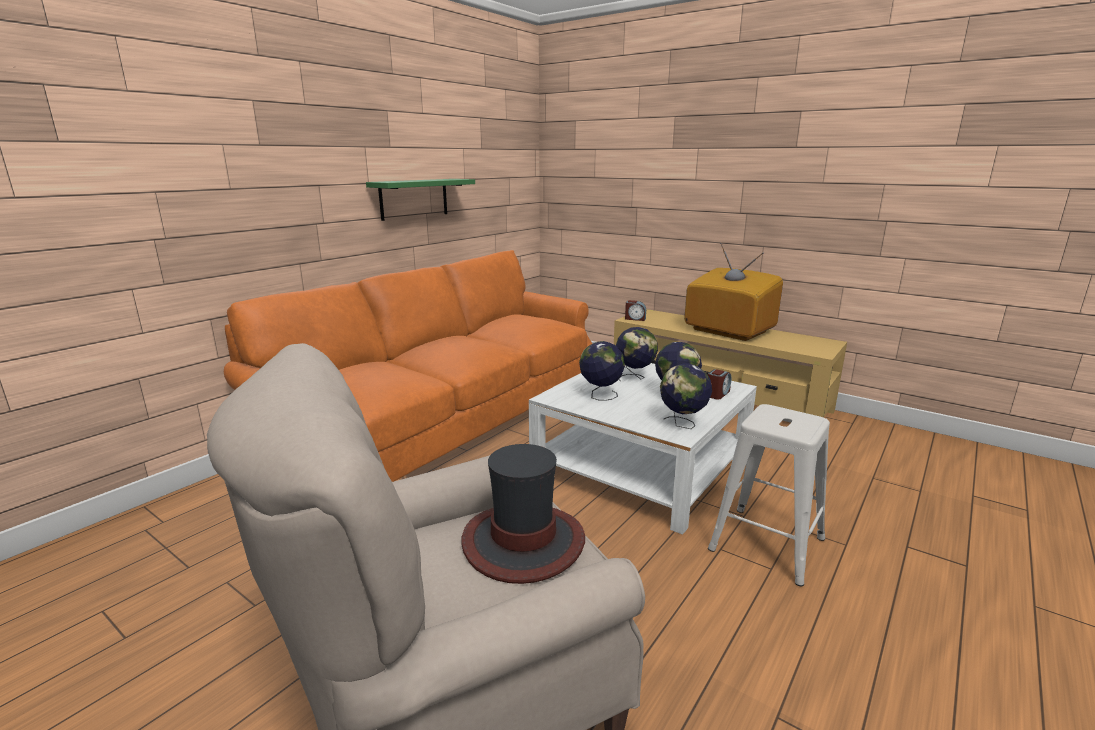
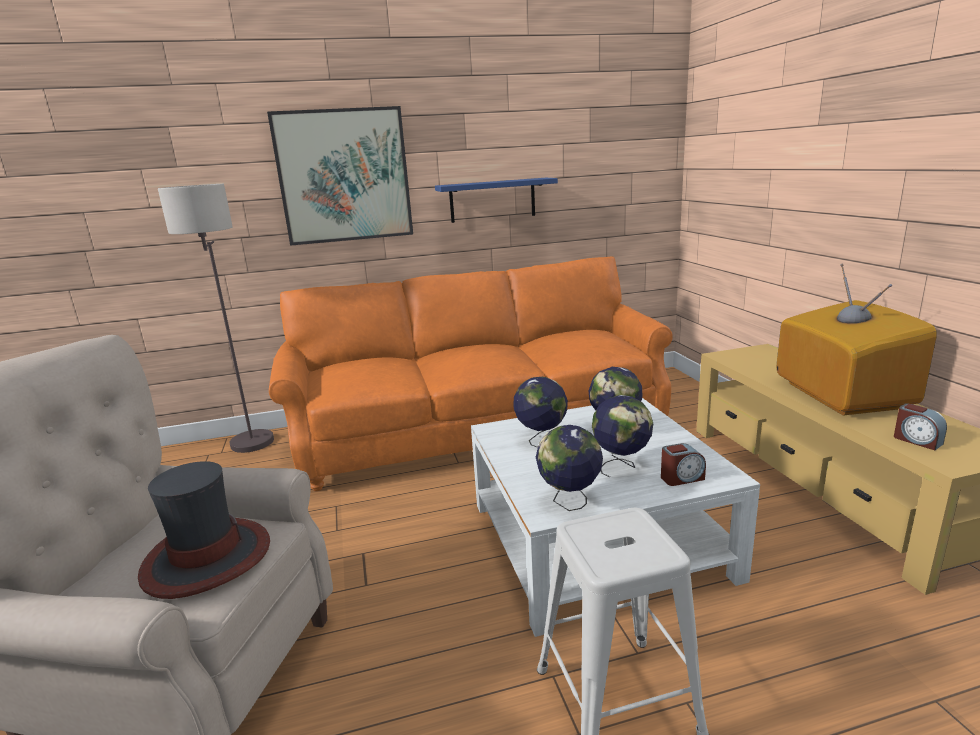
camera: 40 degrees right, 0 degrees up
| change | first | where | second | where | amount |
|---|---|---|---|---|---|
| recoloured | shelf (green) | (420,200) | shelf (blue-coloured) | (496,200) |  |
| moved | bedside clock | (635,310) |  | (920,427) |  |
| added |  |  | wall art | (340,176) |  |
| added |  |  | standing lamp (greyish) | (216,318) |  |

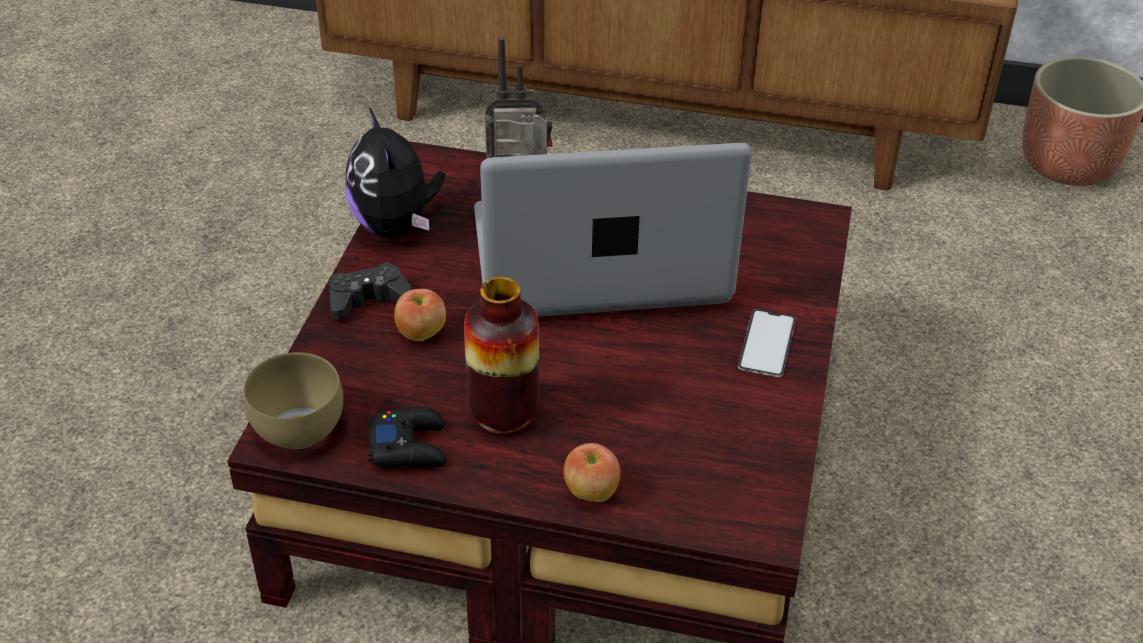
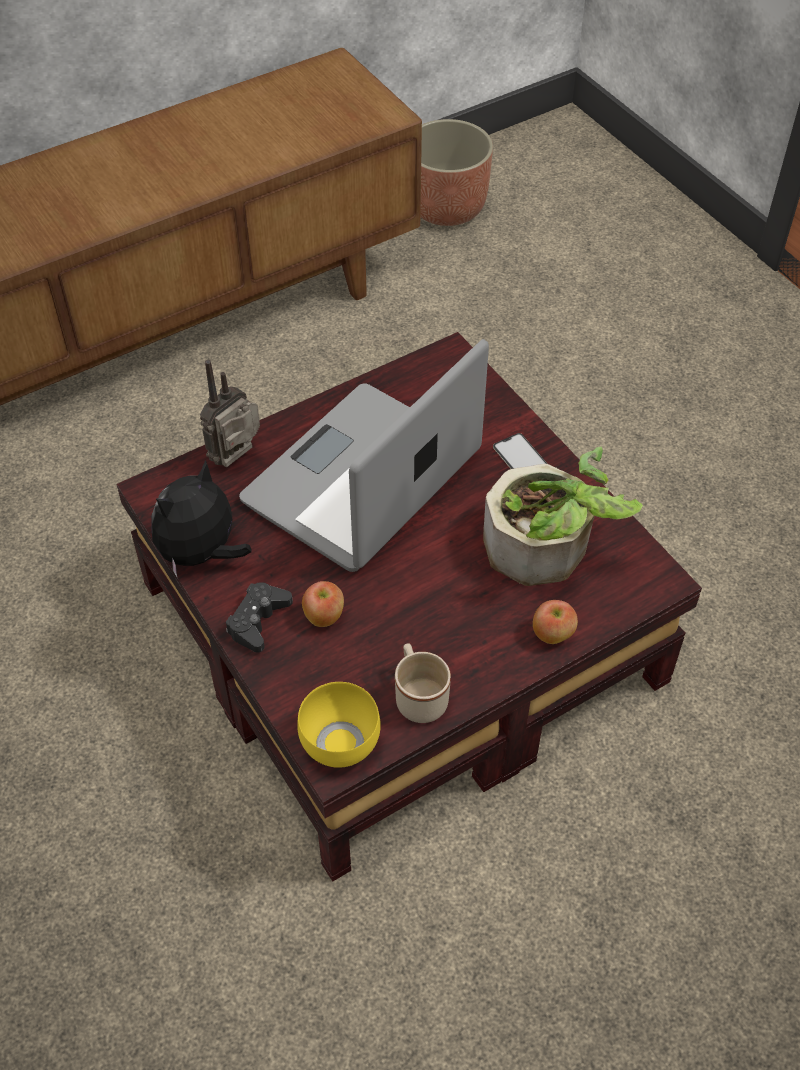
camera: 45 degrees left, 10 degrees up
| change | first | where | second | where | amount |
|---|---|---|---|---|---|
| turned | soft toy | (395,172) |  | (201,518) | 105 degrees clockwise |
| removed | flower vase | (501,357) |  |  |  |
| recoloured | bowl (brown-coloured) | (293,400) | bowl (yellowish) | (339,725) |  |
| replaced | joypad (blackish) | (407,437) | mug (sand-coloured) | (423,683) |  |
| added |  |  | plant in a pot | (563,516) |  |

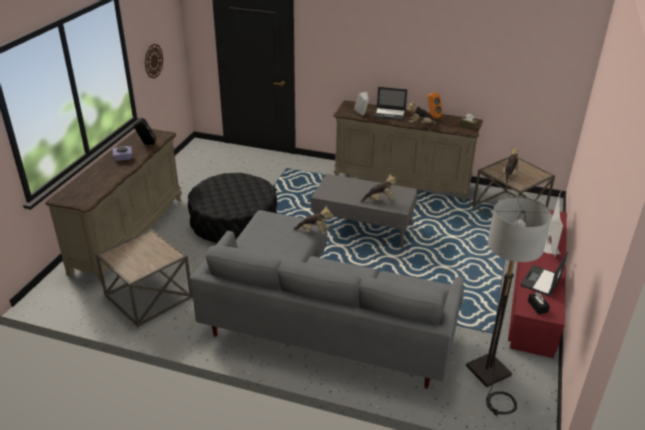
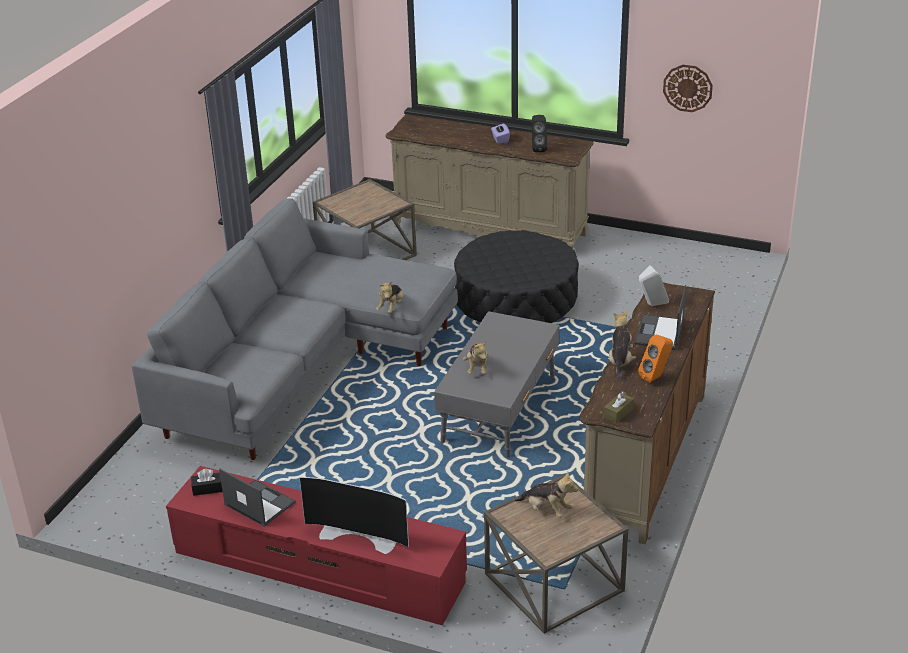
camera: 95 degrees right, 0 degrees up
| change | first | where | second | where | amount |
|---|---|---|---|---|---|
| removed | standing lamp | (509,306) |  |  |  |

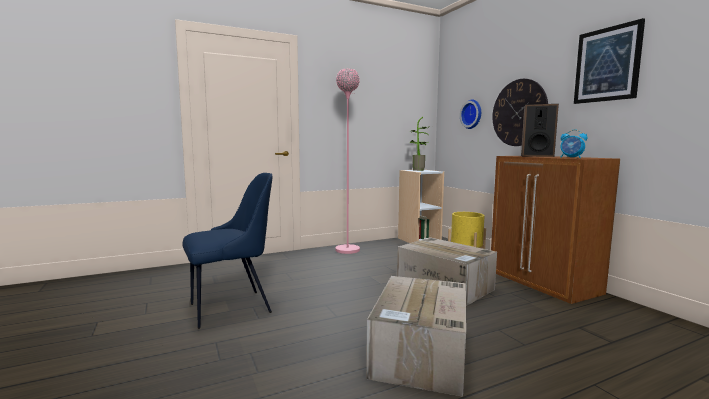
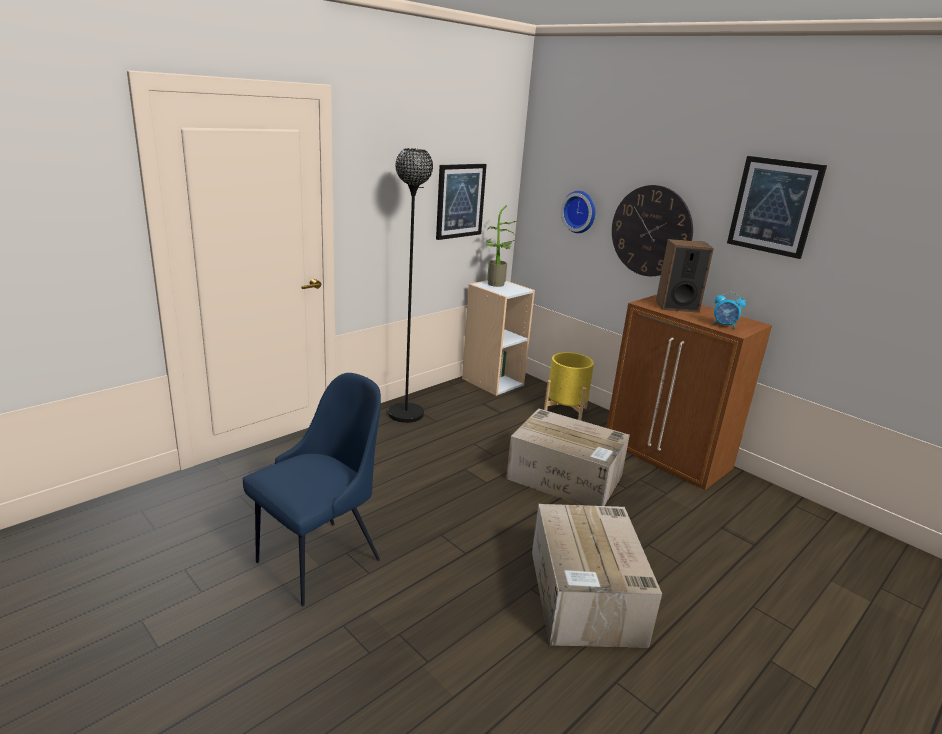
camera: 20 degrees left, 15 degrees up
| change | first | where | second | where | amount |
|---|---|---|---|---|---|
| recoloured | standing lamp (pink-coloured) | (347,161) | standing lamp (blackish) | (410,285) |  |
| added |  |  | wall art | (461,202) |  |

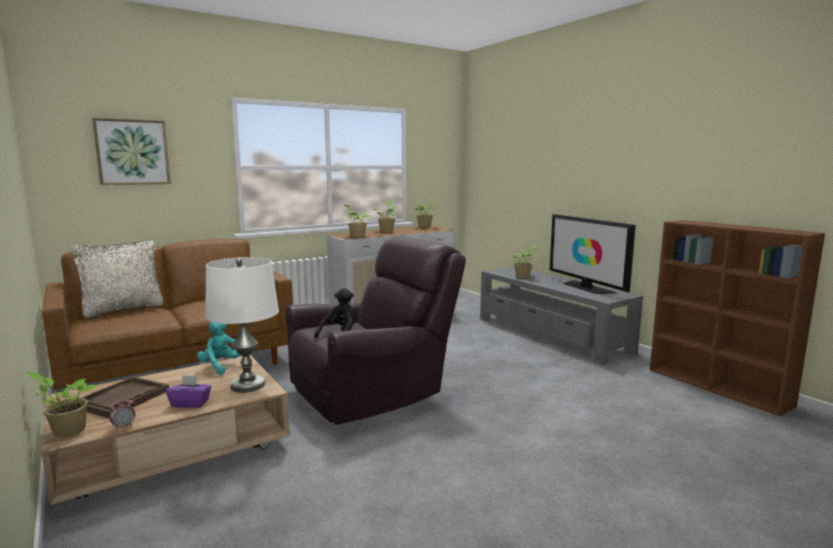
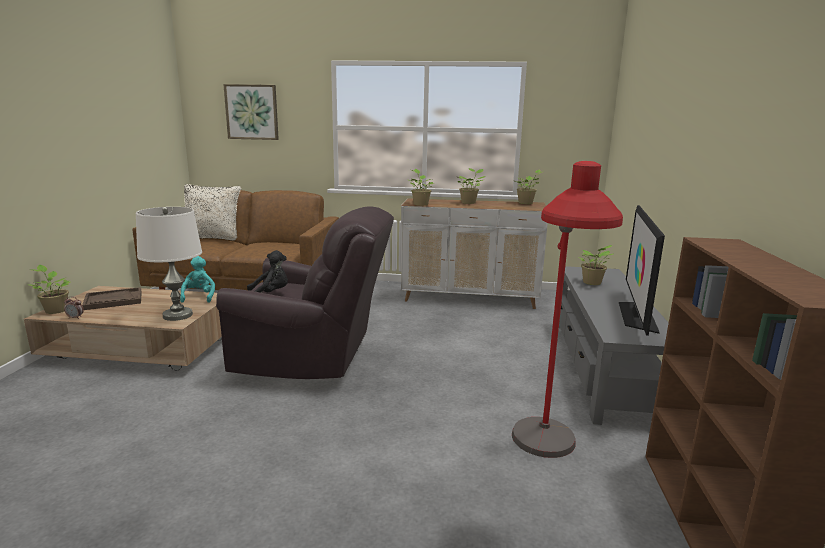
camera: 40 degrees right, 5 degrees up
| change | first | where | second | where | amount |
|---|---|---|---|---|---|
| removed | tissue holder (purplish) | (188,391) |  |  |  |
| added |  |  | standing lamp (reddish) | (567,309) |  |

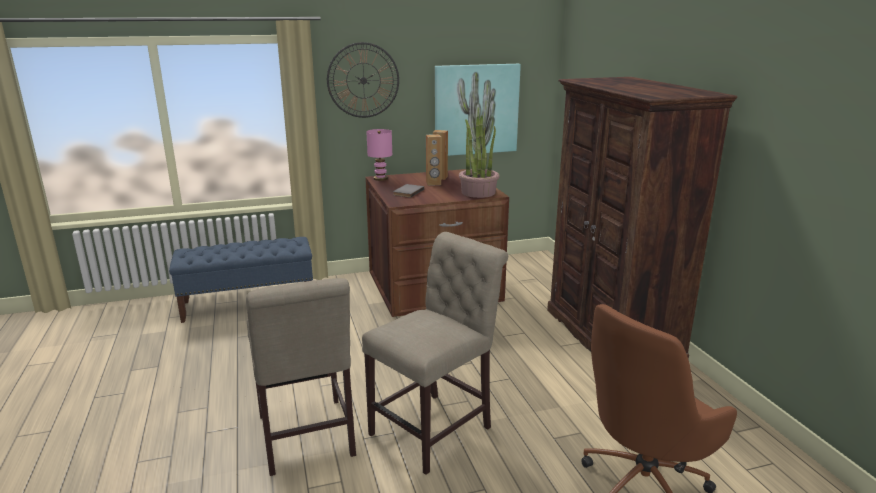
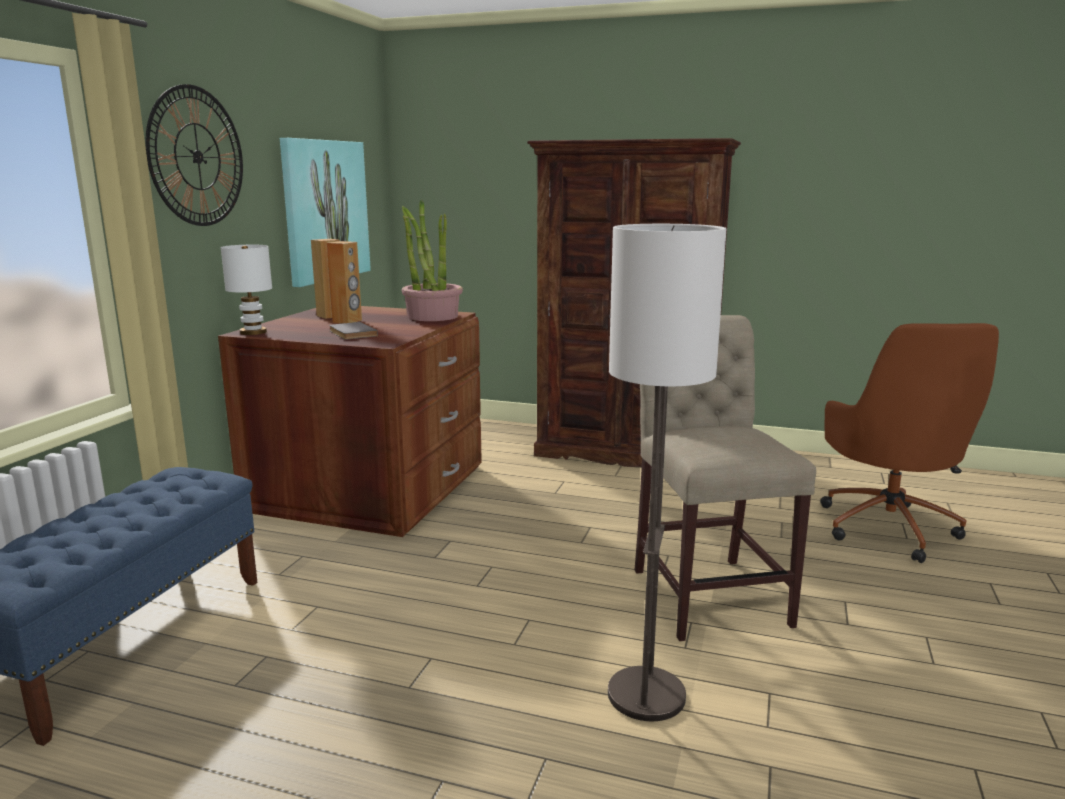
camera: 55 degrees left, 5 degrees down
| change | first | where | second | where | amount |
|---|---|---|---|---|---|
| recoloured | tabletop lamp (pink-coloured) | (379,155) | tabletop lamp (white-coloured) | (246,290) |  |
| replaced | plain chair (sand-coloured) | (301,377) | standing lamp | (667,472) |  |

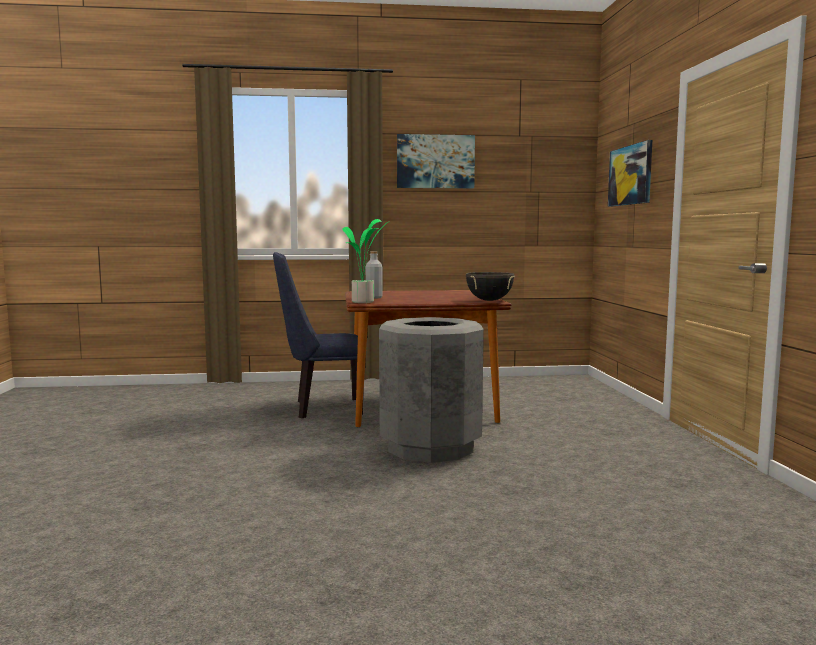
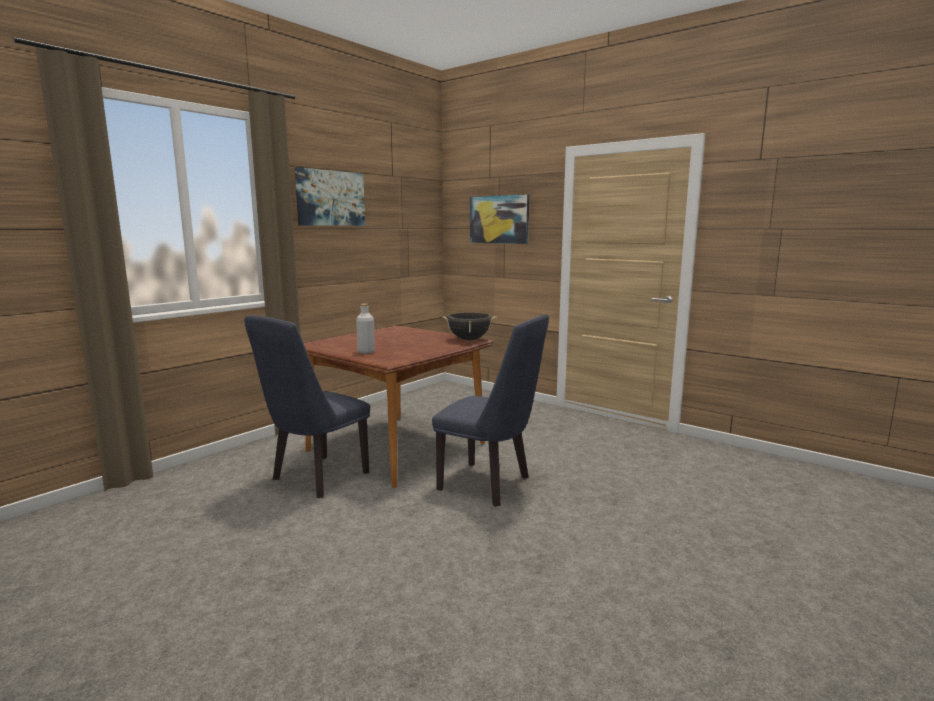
camera: 45 degrees left, 5 degrees up
| change | first | where | second | where | amount |
|---|---|---|---|---|---|
| removed | plant in a pot | (365,261) |  |  |  |
| replaced | waste bin (greyish) | (431,390) | plain chair (blue-coloured) | (490,410) |  |

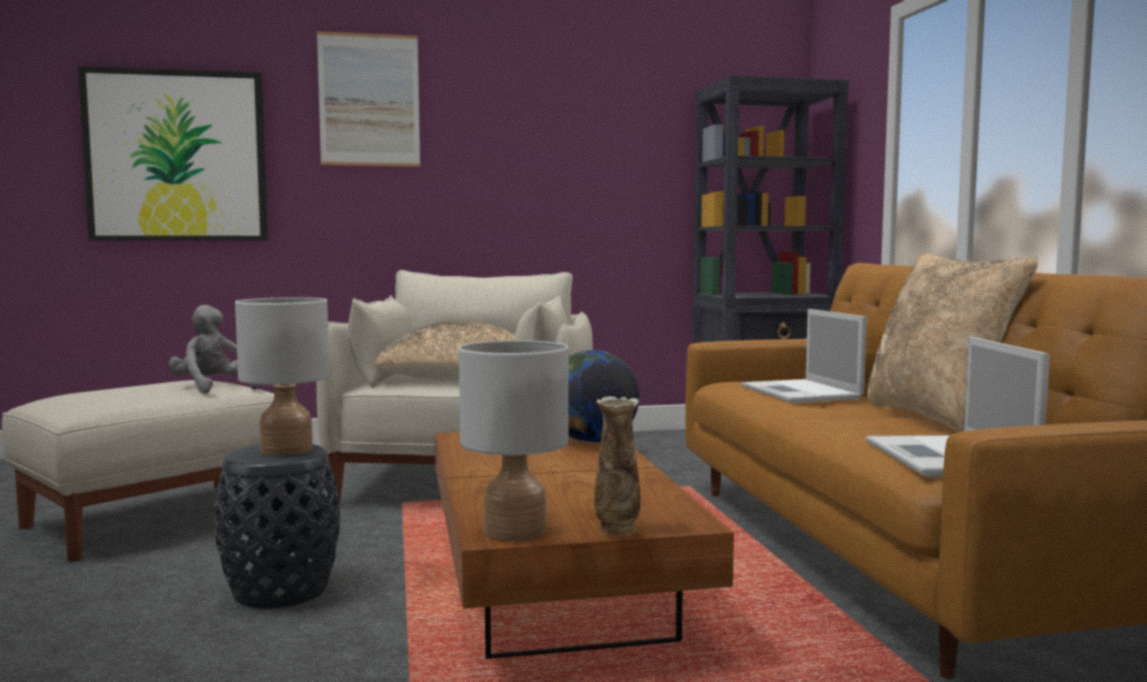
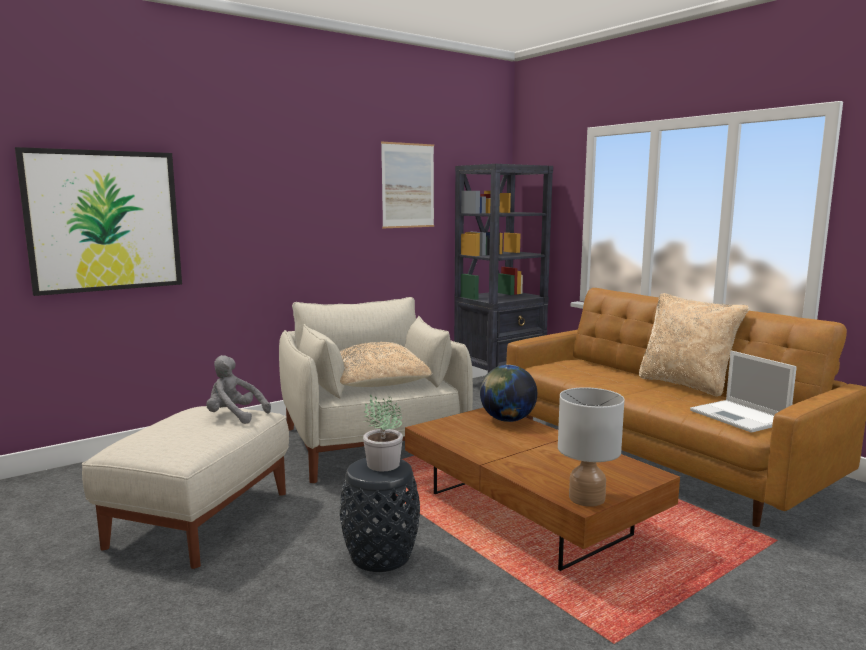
camera: 25 degrees left, 5 degrees up
| change | first | where | second | where | amount |
|---|---|---|---|---|---|
| moved | wall art | (368,99) |  | (407,185) |  |
| replaced | tabletop lamp (greyish) | (282,376) | plant in a pot | (383,432) |  |
| removed | laptop | (804,356) |  |  |  |
| removed | flower vase | (617,466) |  |  |  |

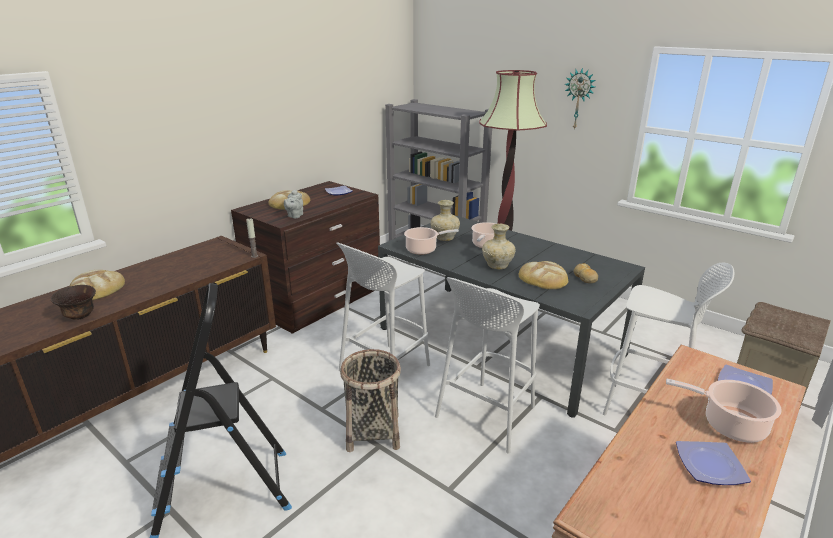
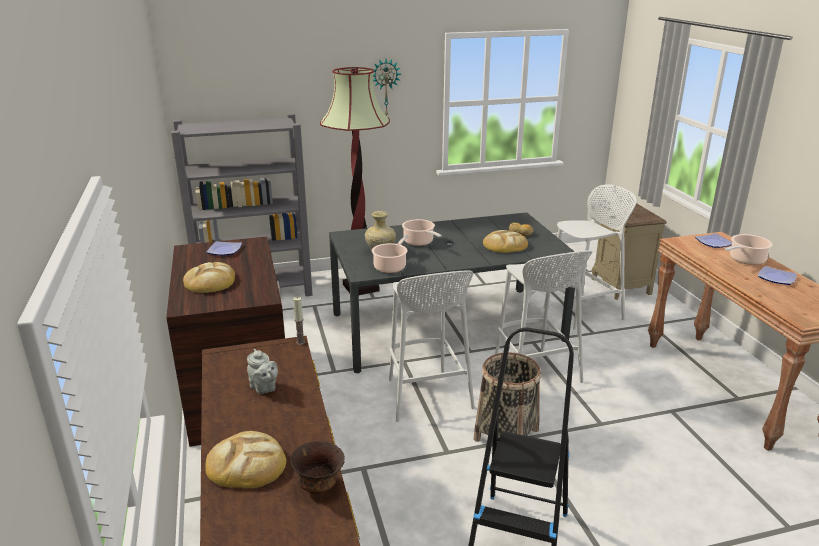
camera: 55 degrees left, 0 degrees up
| change | first | where | second | where | amount |
|---|---|---|---|---|---|
| moved | tea pot (greyish) | (293,203) |  | (262,371) |  |
| removed | flower vase (sand-coloured) | (499,246) |  |  |  |

